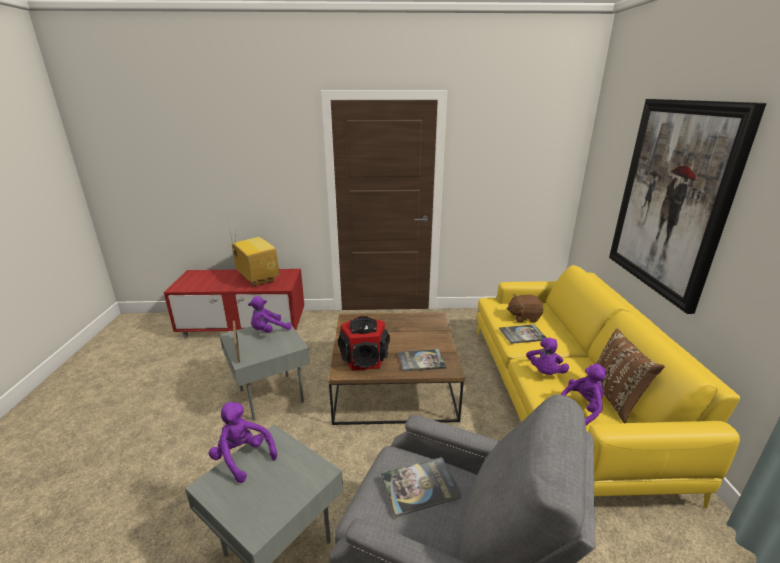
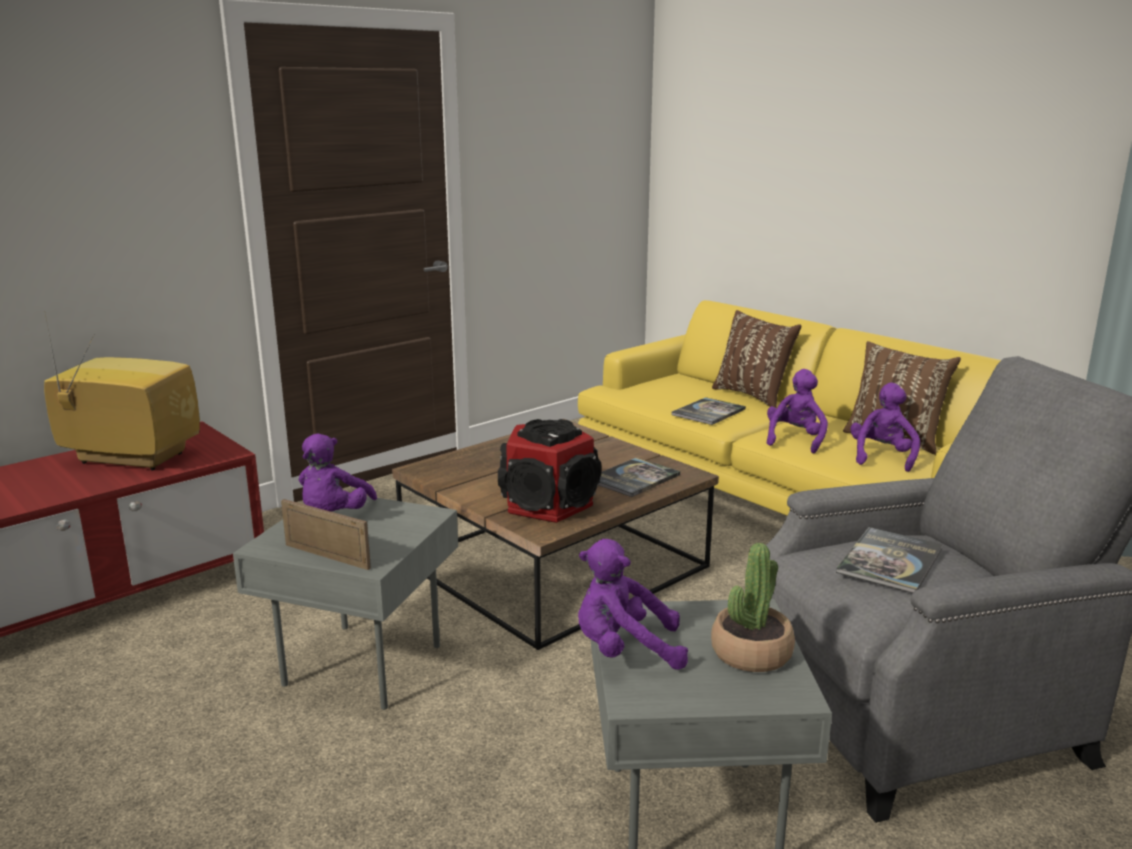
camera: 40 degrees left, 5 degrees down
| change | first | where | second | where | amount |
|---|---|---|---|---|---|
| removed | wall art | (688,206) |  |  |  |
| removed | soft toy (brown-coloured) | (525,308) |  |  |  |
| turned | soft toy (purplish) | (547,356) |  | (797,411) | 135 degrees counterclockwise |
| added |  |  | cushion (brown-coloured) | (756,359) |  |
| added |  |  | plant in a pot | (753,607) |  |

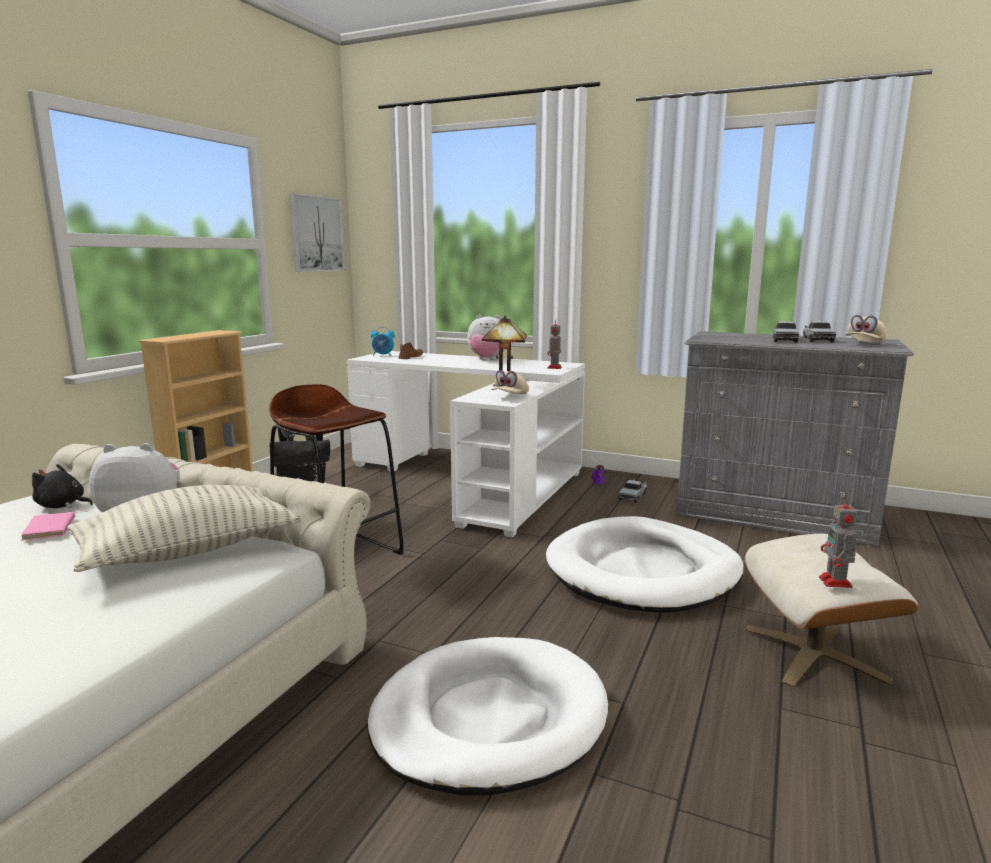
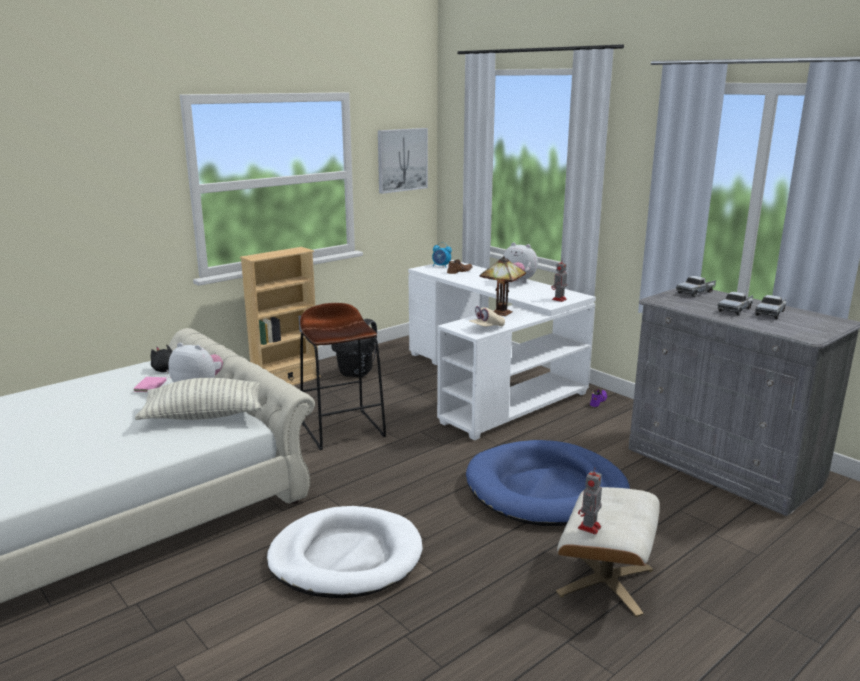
camera: 25 degrees right, 5 degrees up
| change | first | where | second | where | amount |
|---|---|---|---|---|---|
| removed | baseball cap (sand-coloured) | (866,329) |  |  |  |
| moved | toy lorry | (632,491) |  | (696,286) |  |
| recoloured | dog cushion (white-coloured) | (645,564) | dog cushion (blue-coloured) | (548,483) |  |

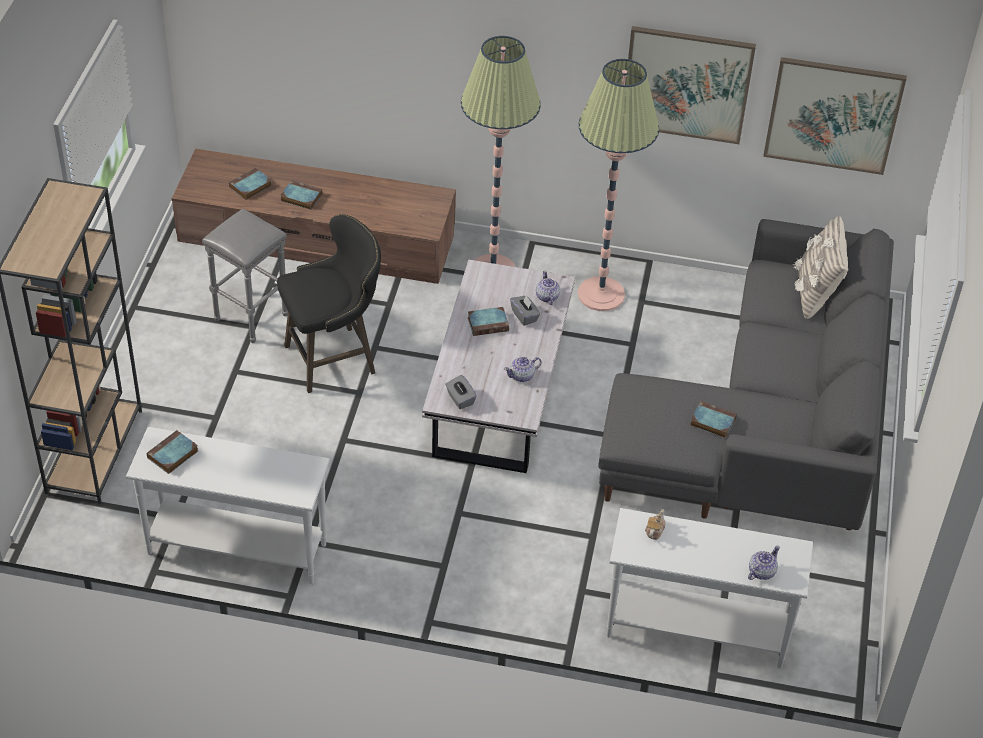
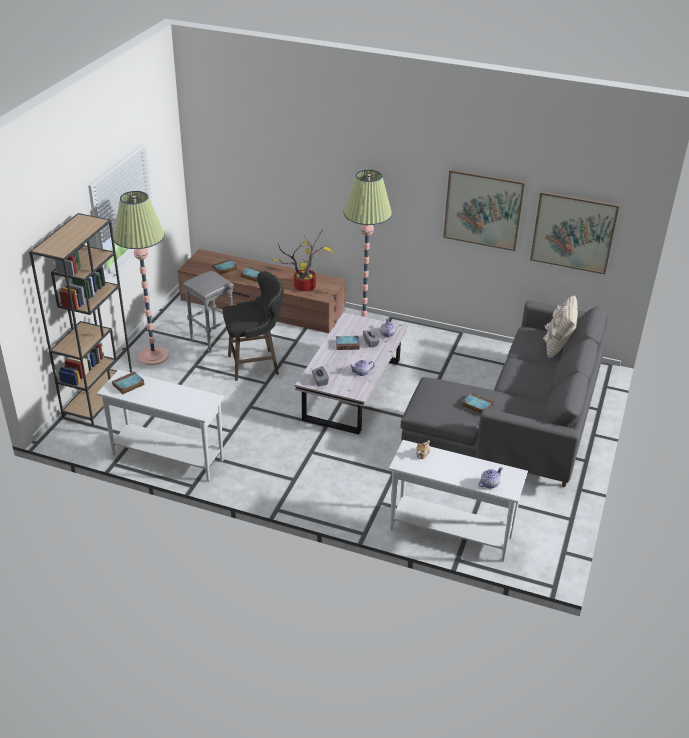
camera: 10 degrees right, 10 degrees down
| change | first | where | second | where | amount |
|---|---|---|---|---|---|
| moved | standing lamp | (618,185) |  | (141,278) |  |
| added |  |  | plant in a pot | (302,260) |  |

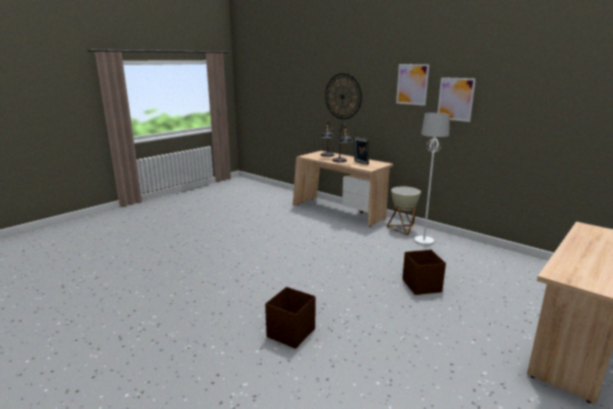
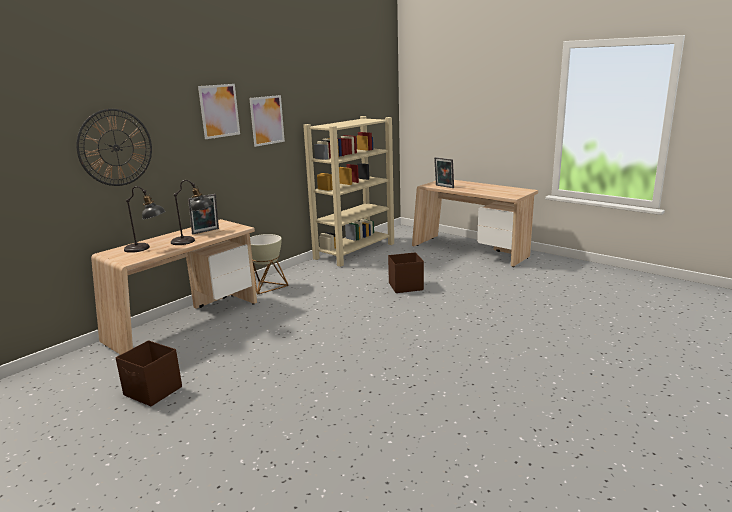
camera: 90 degrees left, 0 degrees up
| change | first | where | second | where | amount |
|---|---|---|---|---|---|
| removed | standing lamp (white-coloured) | (432,179) |  |  |  |
| moved | storage container (brown-coloured) | (290,318) |  | (149,373) |  |
| added |  |  | bookshelf (sand-coloured) | (348,191) |  |
| added |  |  | photo frame | (444,172) |  |

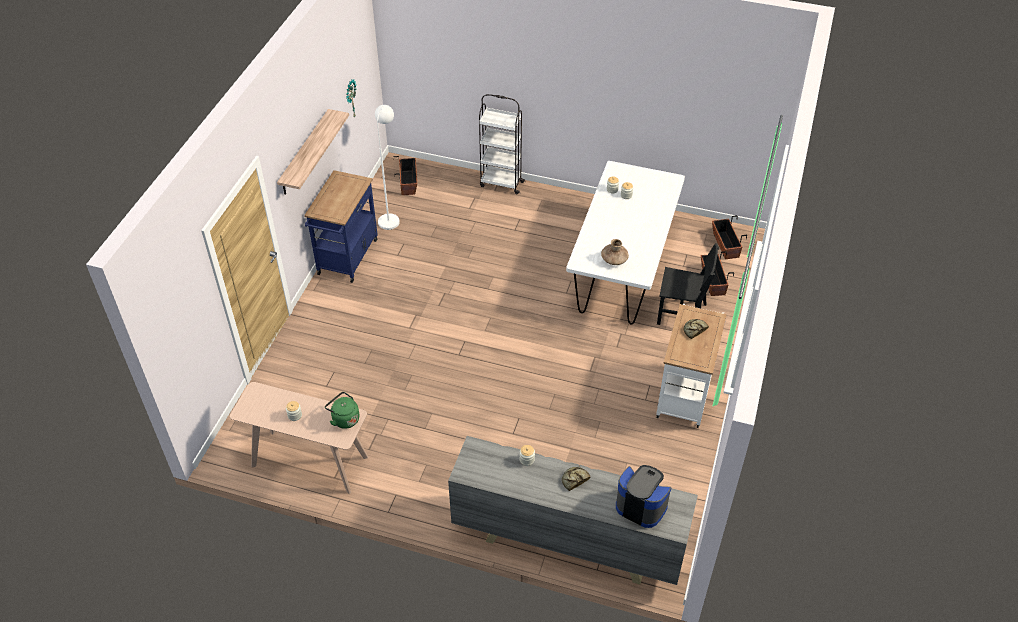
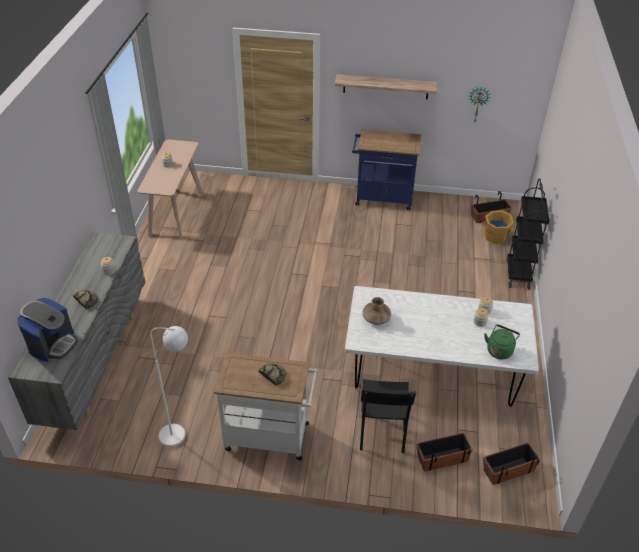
camera: 80 degrees right, 5 degrees down
| change | first | where | second | where | amount |
|---|---|---|---|---|---|
| recoloured | cart (white-coloured) | (502,144) | cart (blackish) | (528,234) |  |
| moved | standing lamp (white-coloured) | (387,167) |  | (169,386) |  |
| moved | water kettle (green) | (342,410) |  | (502,341) |  |
| added |  |  | pail (orange) | (499,226) |  |

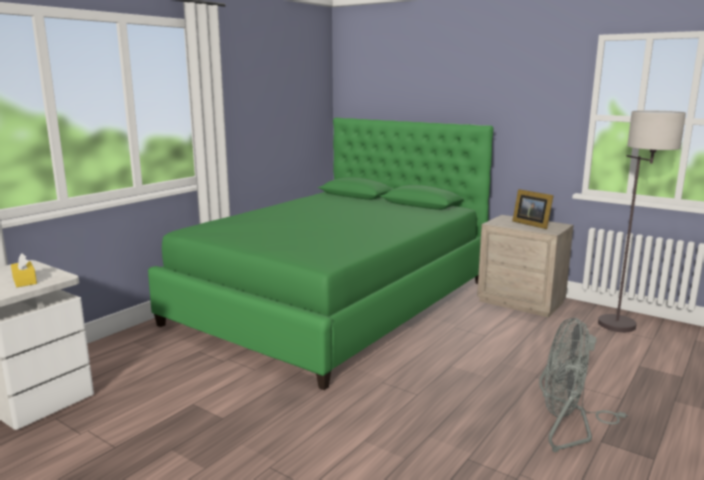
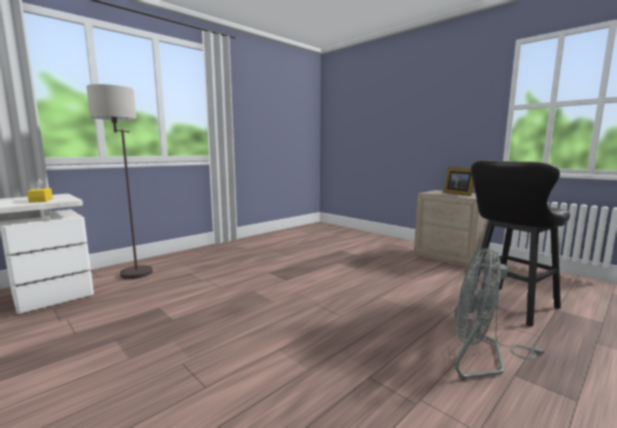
camera: 10 degrees right, 5 degrees down
| change | first | where | second | where | amount |
|---|---|---|---|---|---|
| moved | standing lamp (greyish) | (642,221) |  | (119,181) |  |
| removed | sleeping bed (green) | (321,254) |  |  |  |
| added |  |  | stool seat (blackish) | (519,243) |  |

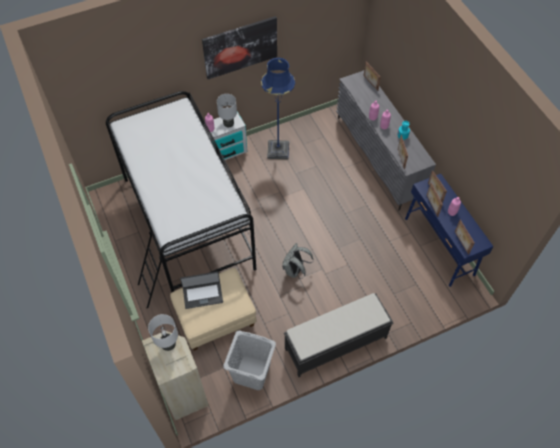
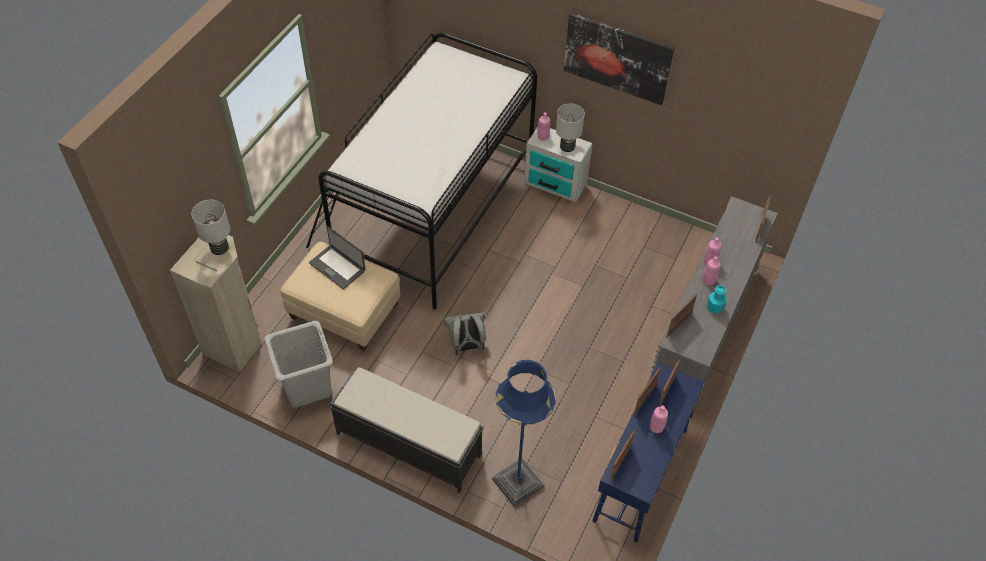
camera: 50 degrees right, 5 degrees down
| change | first | where | second | where | amount |
|---|---|---|---|---|---|
| moved | standing lamp (blue-coloured) | (278,108) |  | (524,433) |  |

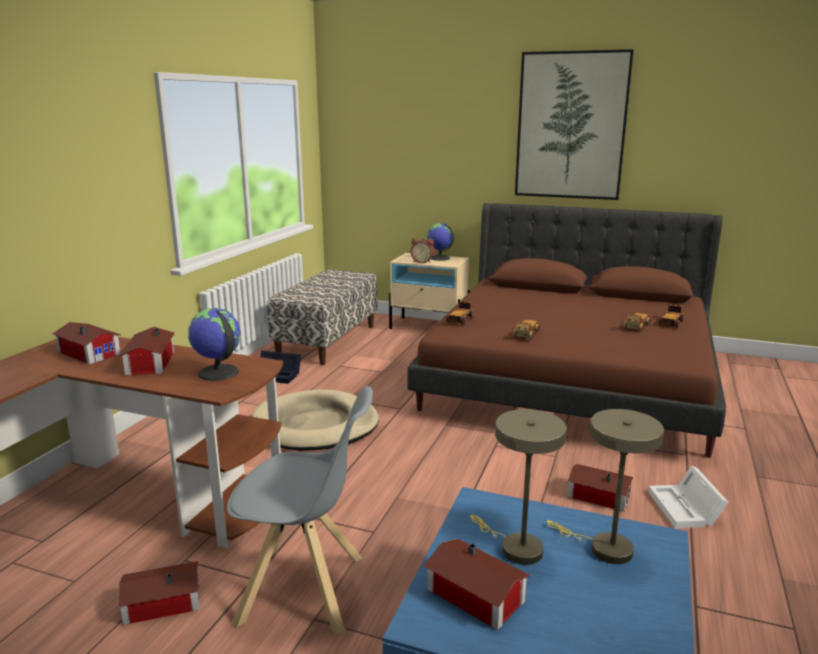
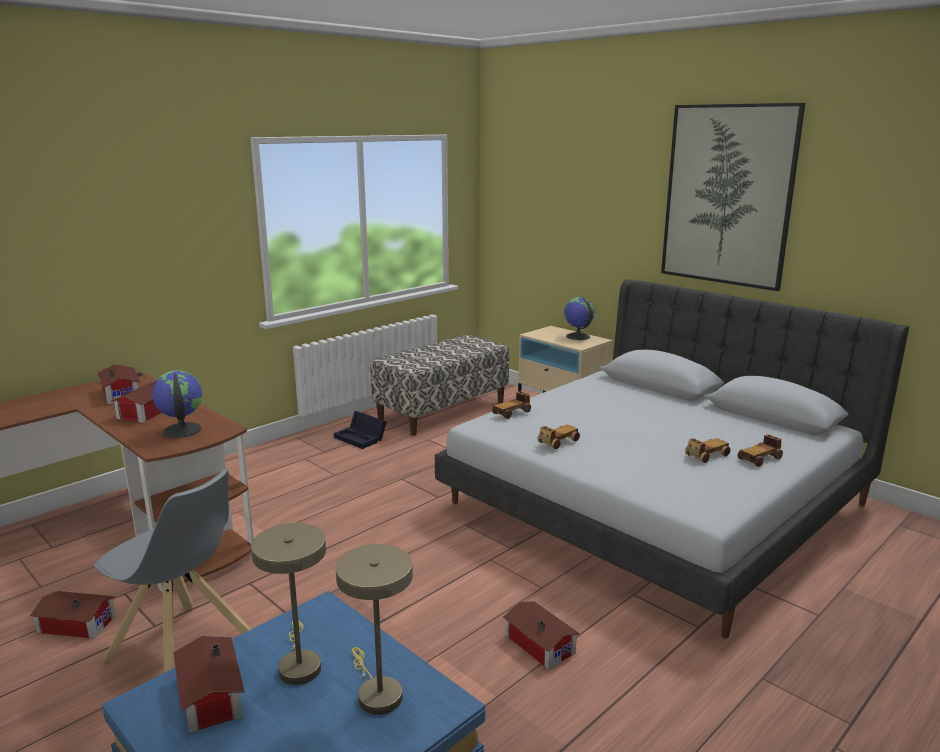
camera: 25 degrees right, 0 degrees up
| change | first | where | second | where | amount |
|---|---|---|---|---|---|
| recoloured | sleeping bed (brown-coloured) | (566,330) | sleeping bed (greyish) | (672,459) |  |
| removed | bedside clock | (423,250) |  |  |  |
| removed | dog cushion (sand-coloured) | (315,420) |  |  |  |
| removed | storage container (white-coloured) | (688,496) |  |  |  |

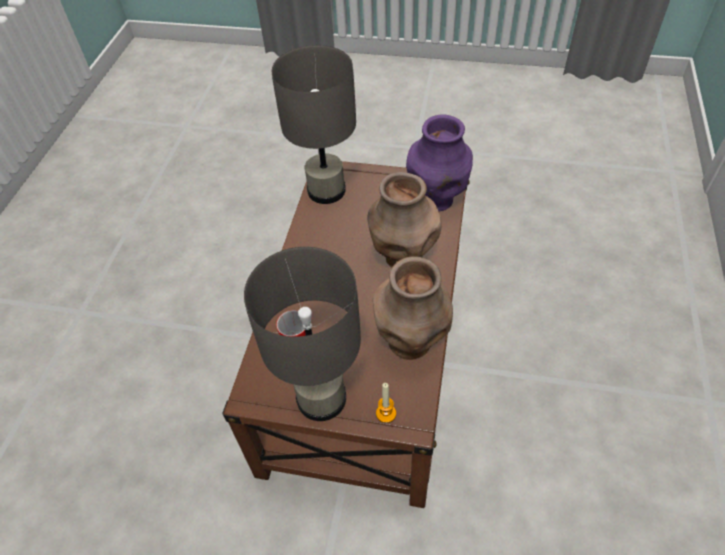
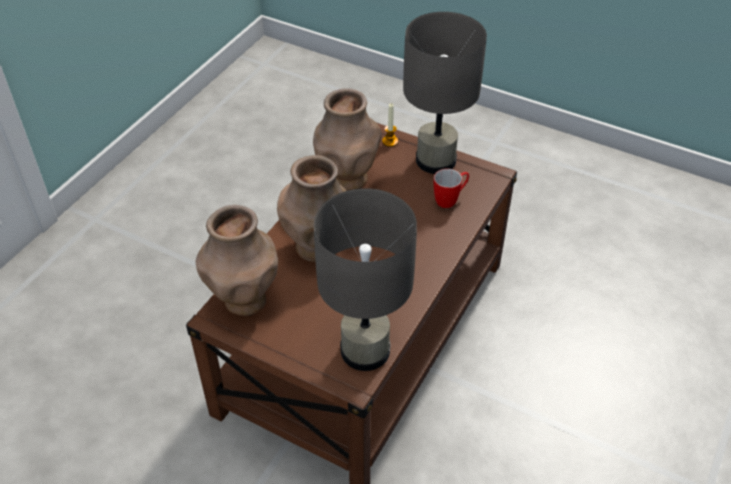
camera: 165 degrees left, 5 degrees down
| change | first | where | second | where | amount |
|---|---|---|---|---|---|
| recoloured | flower vase (purplish) | (439,162) | flower vase (brown-coloured) | (237,260) |  |

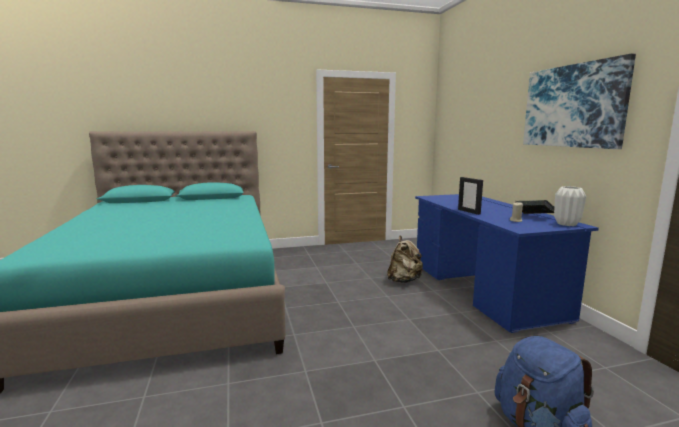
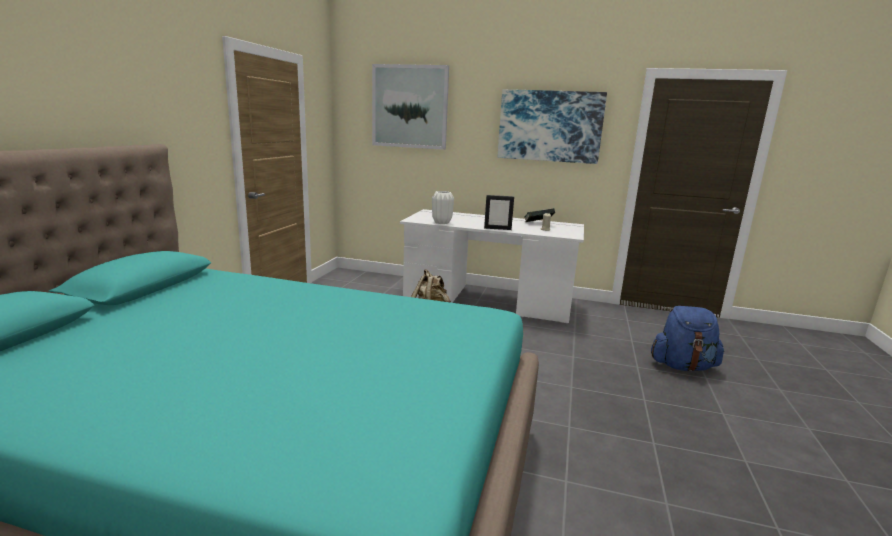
camera: 60 degrees left, 5 degrees up
| change | first | where | second | where | amount |
|---|---|---|---|---|---|
| moved | flower vase (white-coloured) | (570,206) |  | (443,207) |  |
| recoloured | desk table (blue-coloured) | (507,263) | desk table (white-coloured) | (492,266) |  |
| added |  |  | wall art | (410,107) |  |

